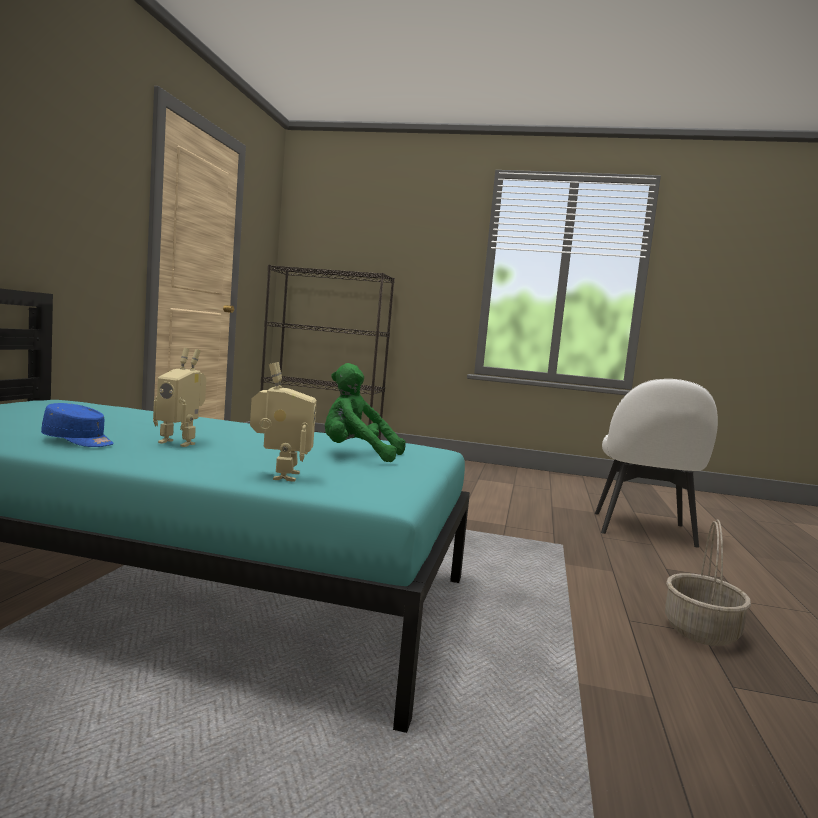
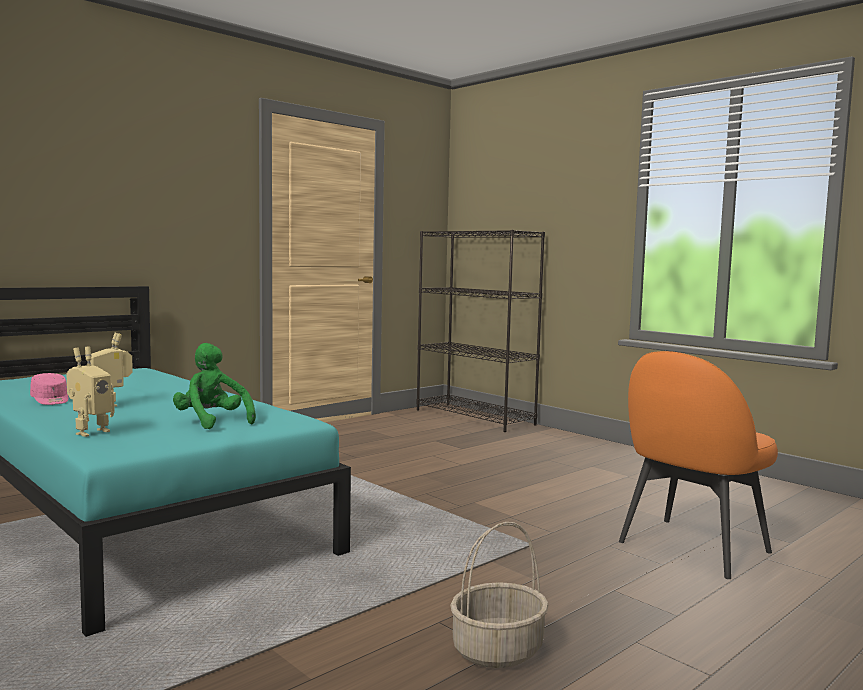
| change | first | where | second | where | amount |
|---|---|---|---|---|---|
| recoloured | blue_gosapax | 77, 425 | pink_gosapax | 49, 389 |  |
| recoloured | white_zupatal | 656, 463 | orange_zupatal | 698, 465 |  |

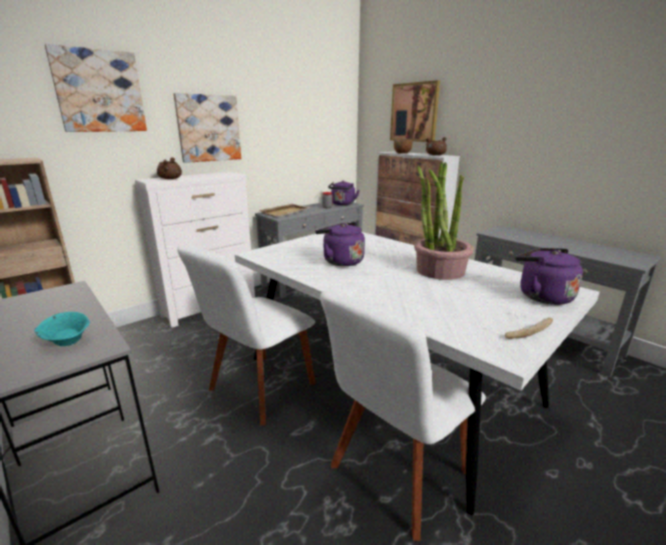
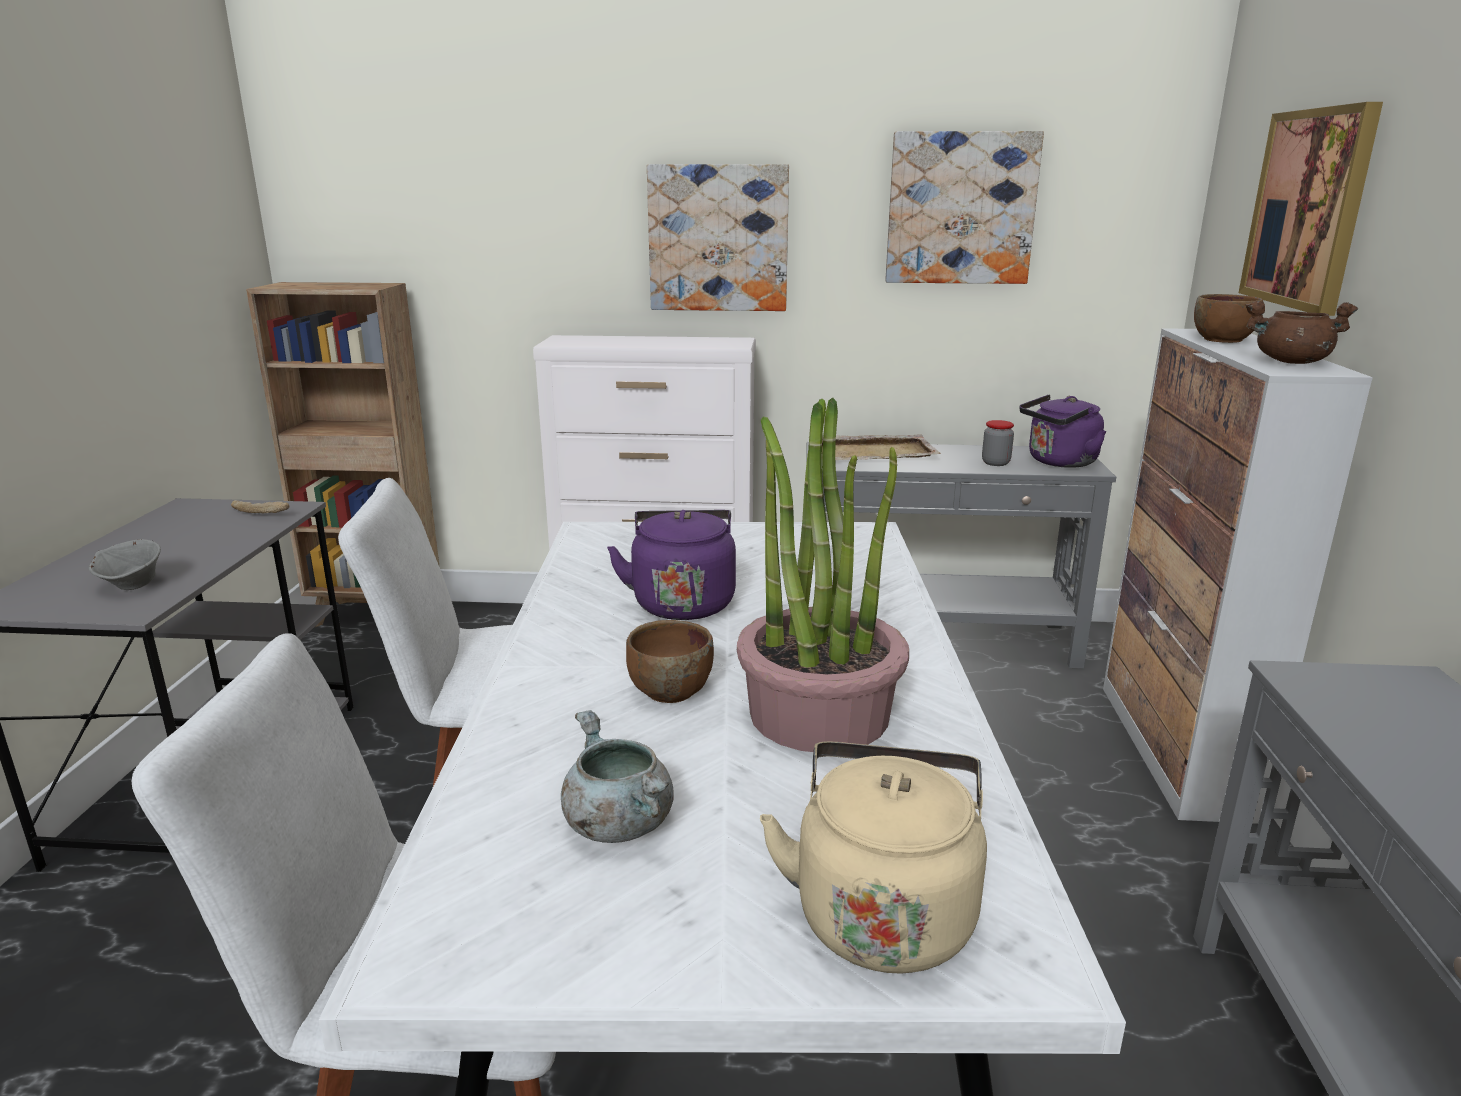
| change | first | where | second | where | amount |
|---|---|---|---|---|---|
| removed | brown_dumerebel | 169, 168 |  |  |  |
| added |  |  | grey_dumerebel | 617, 776 |  |
| added |  |  | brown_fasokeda | 670, 661 |  |
| moved | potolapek | 96, 88 |  | 965, 207 |  |
| moved | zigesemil | 529, 328 |  | 260, 506 |  |
| recoloured | turquoise_fasokeda | 62, 329 | grey_fasokeda | 125, 564 |  |
| recoloured | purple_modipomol | 549, 276 | beige_modipomol | 873, 857 |  |

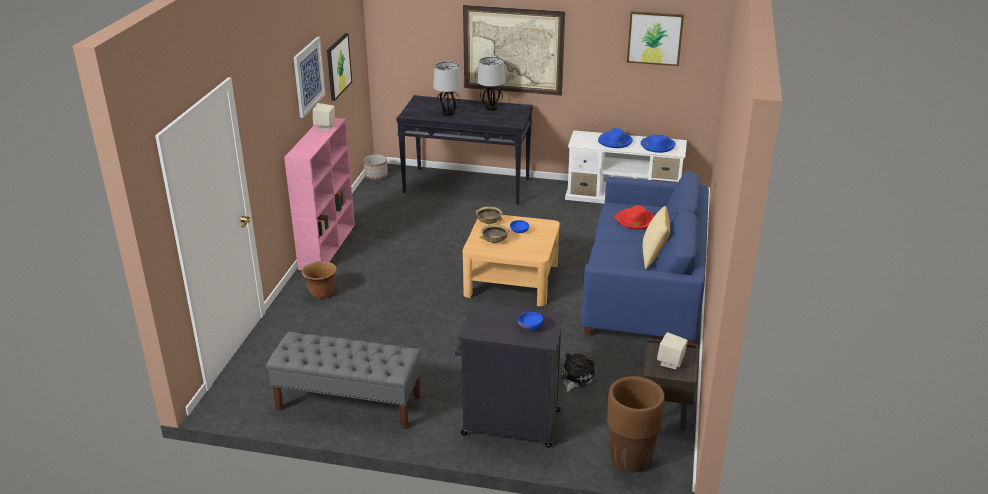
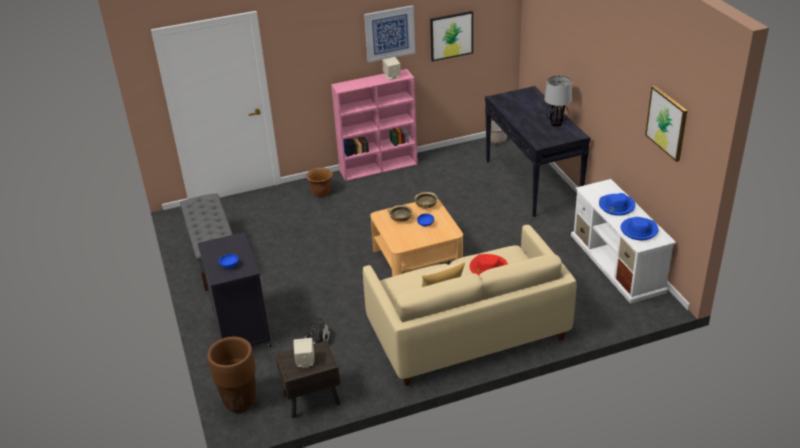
| change | first | where | second | where | amount |
|---|---|---|---|---|---|
| removed | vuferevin | 447, 89 |  |  |  |
| removed | potolapek | 514, 50 |  |  |  |
| recoloured | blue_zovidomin | 645, 257 | beige_zovidomin | 470, 305 |  |

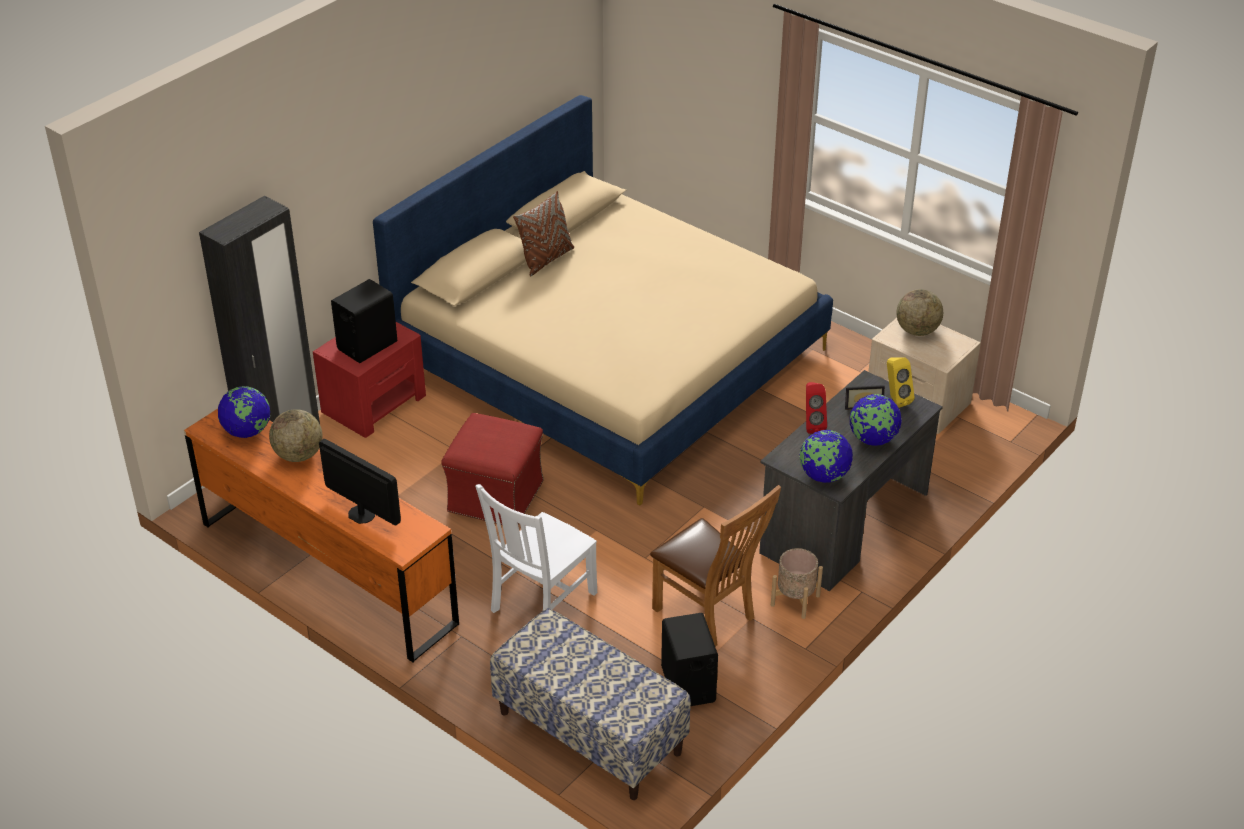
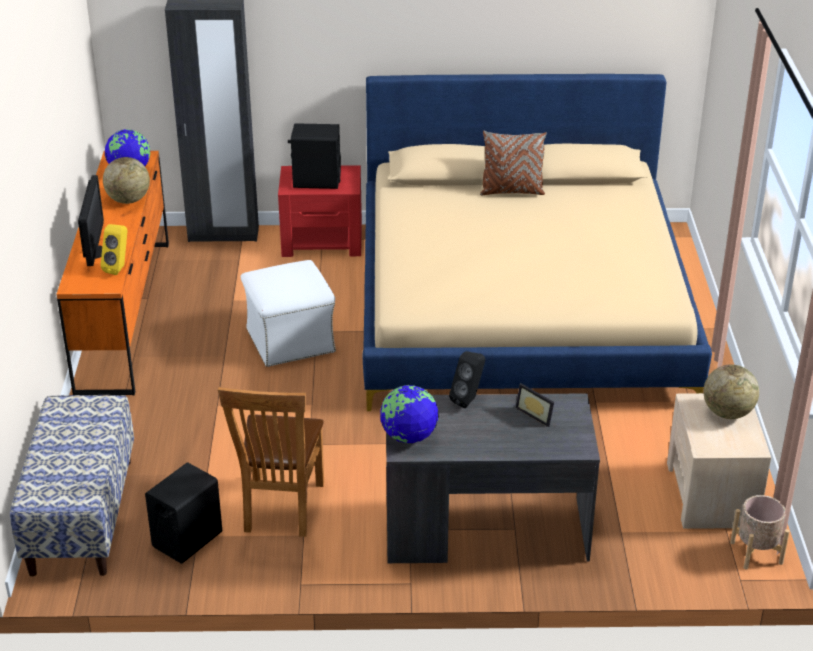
| change | first | where | second | where | amount |
|---|---|---|---|---|---|
| removed | white_zupatal | 536, 548 |  |  |  |
| removed | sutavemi | 876, 420 |  |  |  |
| moved | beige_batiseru | 797, 583 |  | 760, 532 |  |
| moved | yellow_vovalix | 901, 382 |  | 114, 249 |  |
| recoloured | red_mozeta | 492, 469 | white_mozeta | 288, 313 |  |
| recoloured | red_vovalix | 816, 408 | black_vovalix | 467, 379 |  |

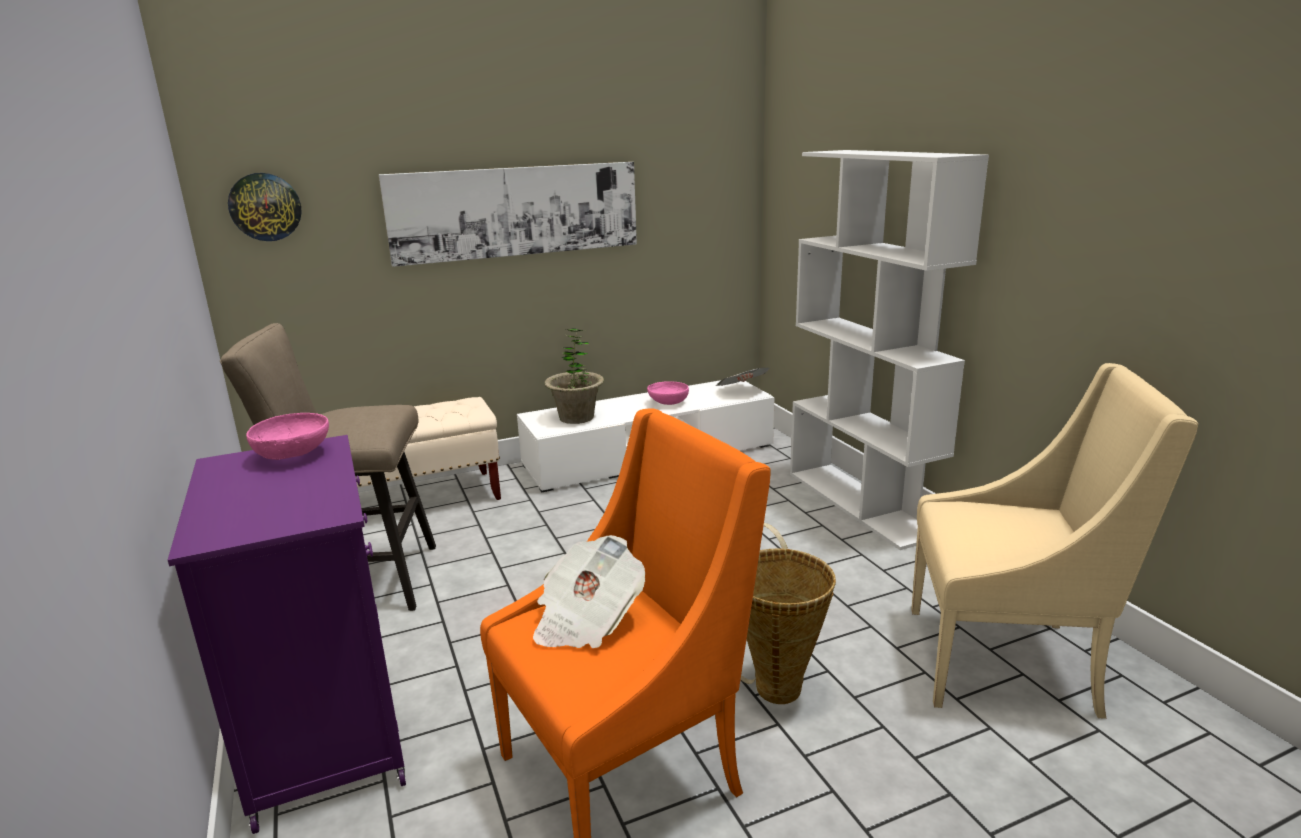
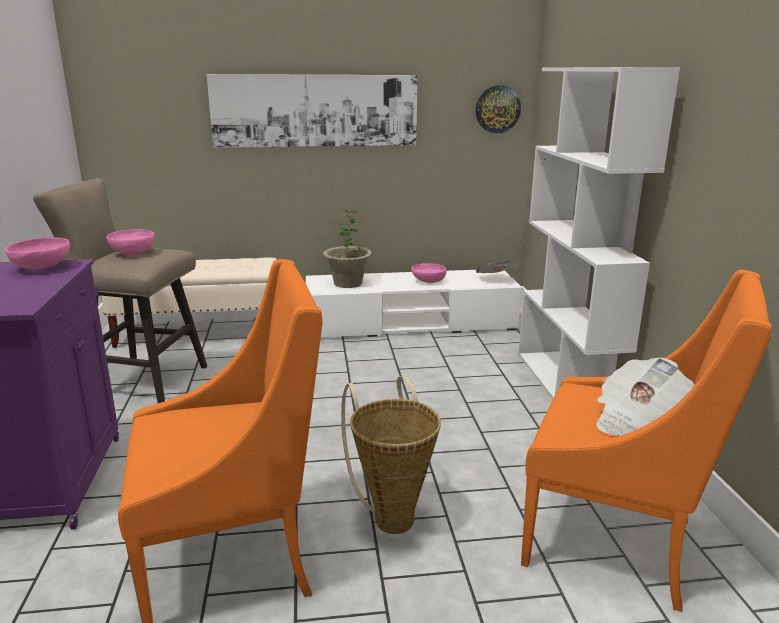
| change | first | where | second | where | amount |
|---|---|---|---|---|---|
| added |  |  | pink_fasokeda | 130, 242 |  |
| moved | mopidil | 265, 207 |  | 498, 109 |  |
| moved | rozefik | 589, 591 |  | 645, 397 |  |
| recoloured | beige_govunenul | 1054, 541 | orange_govunenul | 646, 441 |  |

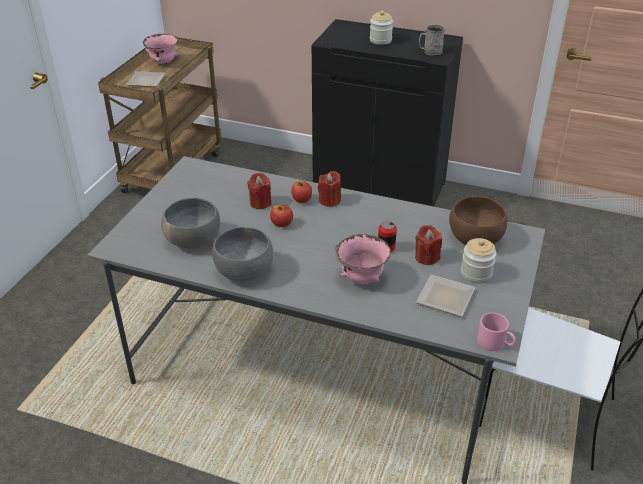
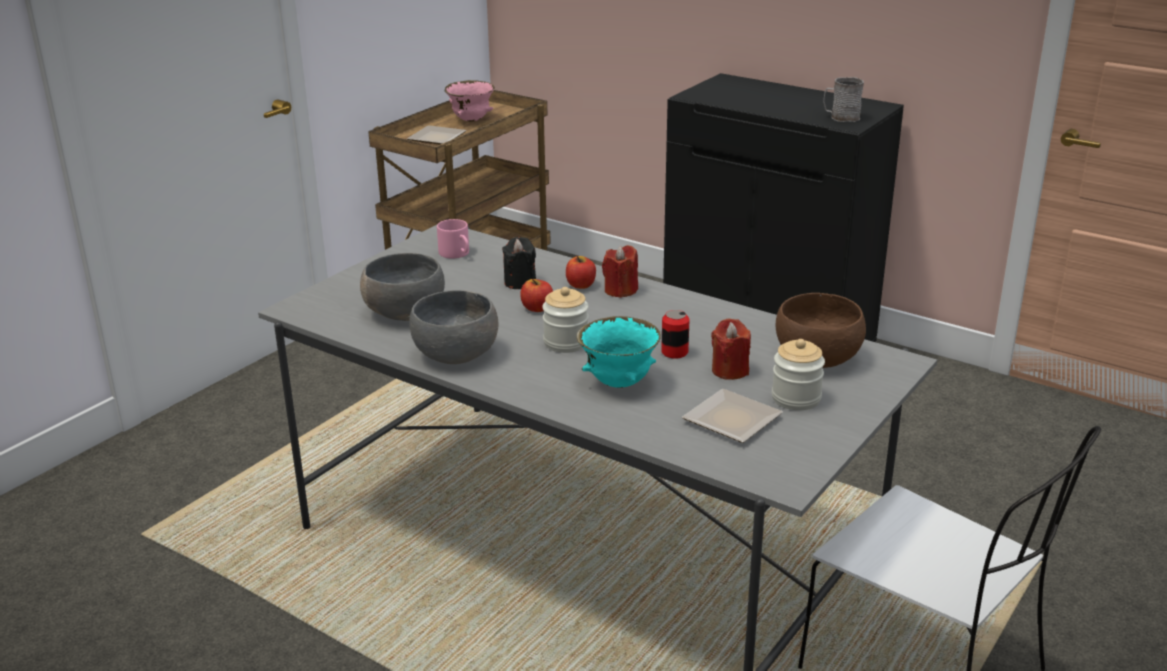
| change | first | where | second | where | amount |
|---|---|---|---|---|---|
| moved | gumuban | 381, 28 |  | 565, 320 |  |
| moved | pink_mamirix | 496, 332 |  | 453, 238 |  |
| recoloured | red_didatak | 259, 191 | black_didatak | 519, 263 |  |
| recoloured | pink_fasokeda | 363, 259 | turquoise_fasokeda | 618, 352 |  |

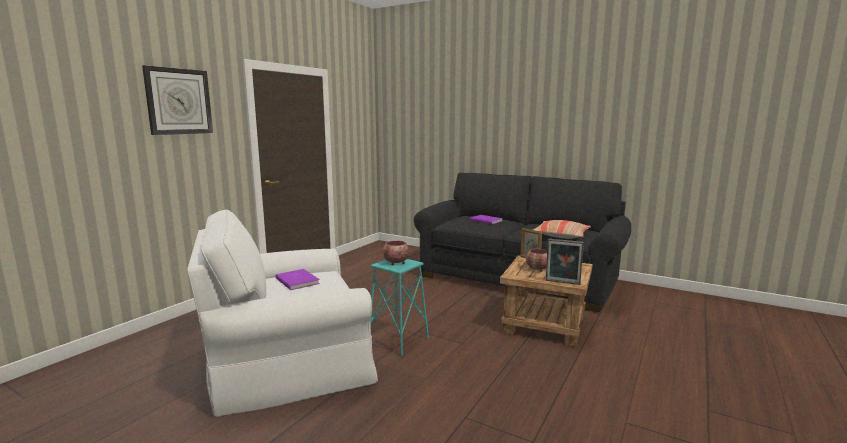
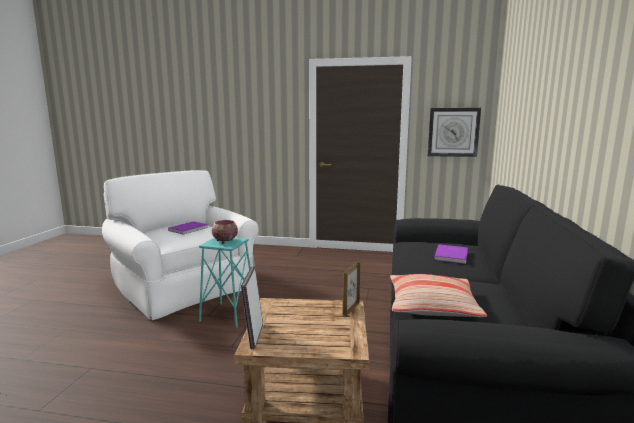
| change | first | where | second | where | amount |
|---|---|---|---|---|---|
| removed | fasokeda | 536, 260 |  |  |  |
| moved | mopidil | 177, 100 |  | 454, 132 |  |

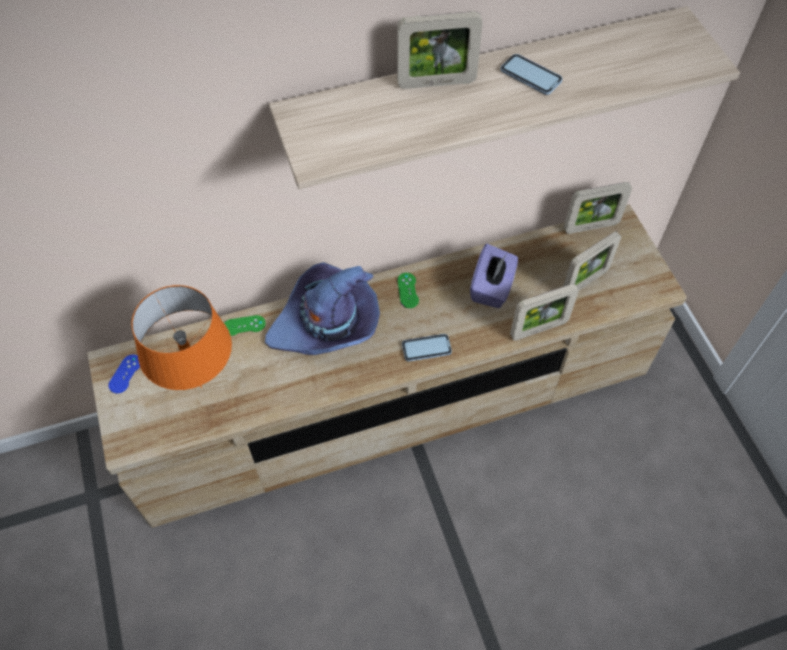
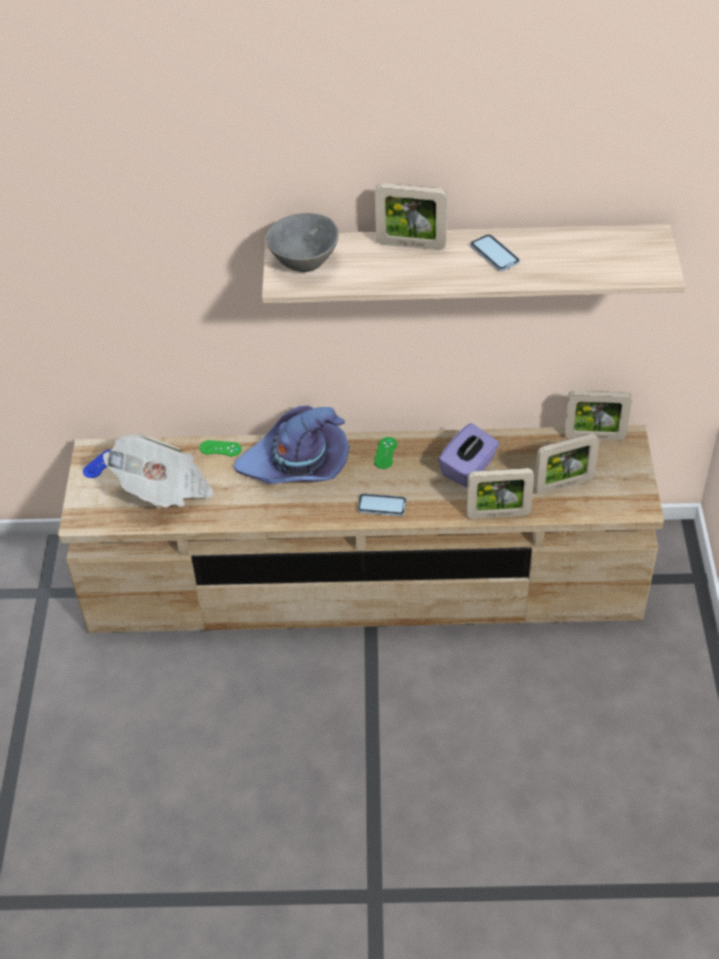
| change | first | where | second | where | amount |
|---|---|---|---|---|---|
| added |  |  | grey_fasokeda | 302, 242 |  |
| replaced | orange_vuferevin | 181, 337 | rozefik | 158, 470 |  |

